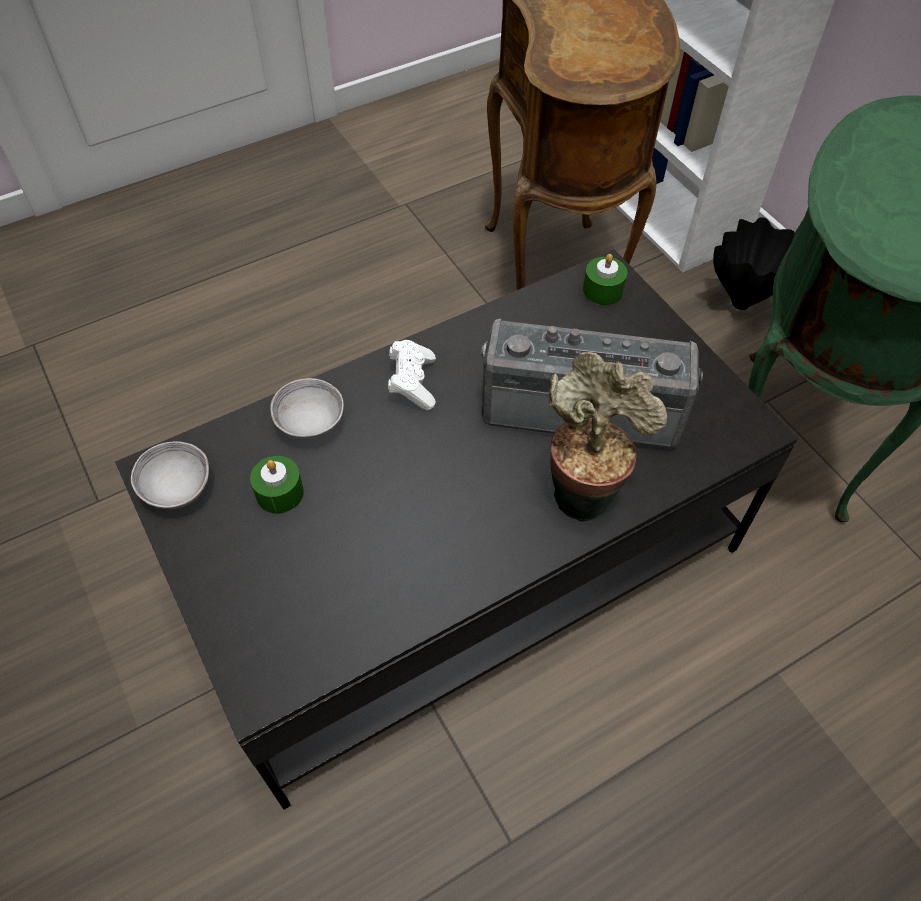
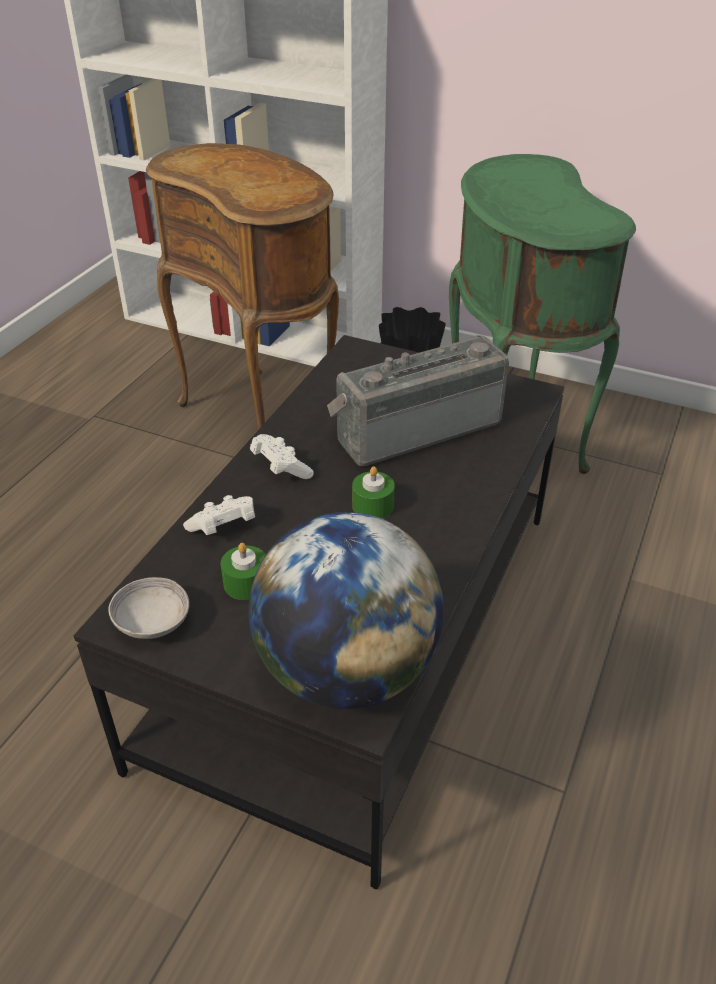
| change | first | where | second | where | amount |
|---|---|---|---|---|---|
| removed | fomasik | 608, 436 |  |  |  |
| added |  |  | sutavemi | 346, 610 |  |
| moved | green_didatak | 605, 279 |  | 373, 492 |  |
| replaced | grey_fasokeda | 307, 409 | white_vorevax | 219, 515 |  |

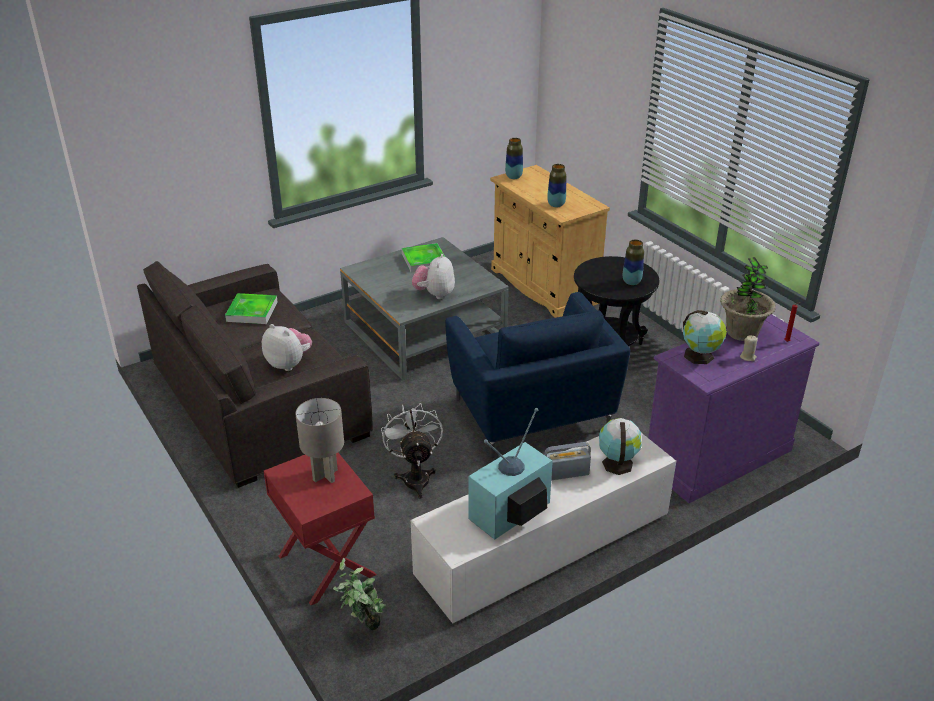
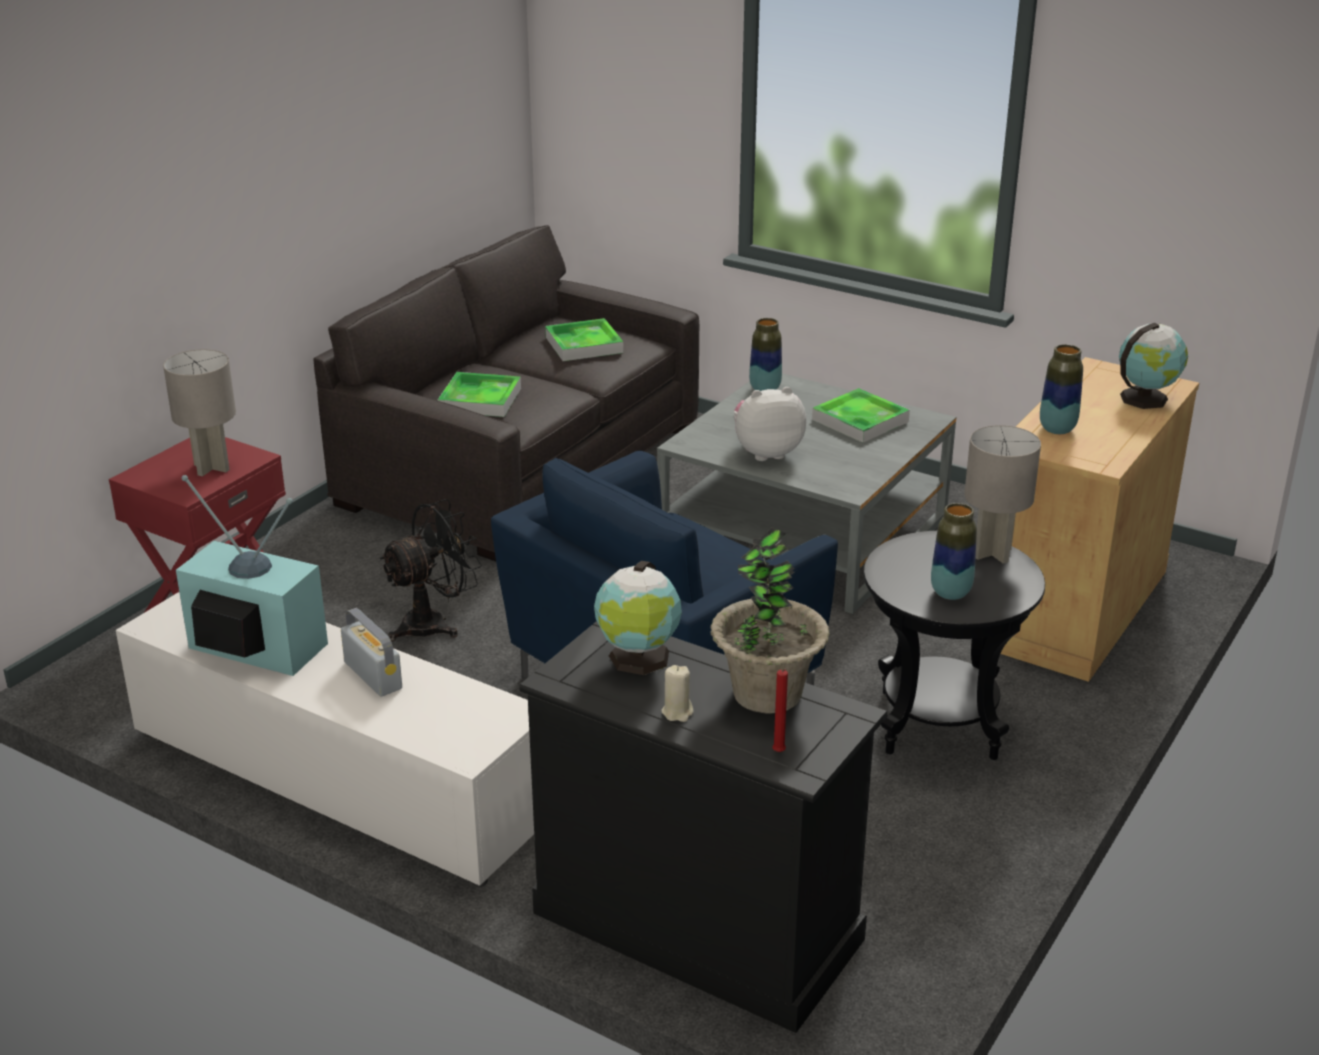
| change | first | where | second | where | amount |
|---|---|---|---|---|---|
| removed | fomasik | 359, 594 |  |  |  |
| added |  |  | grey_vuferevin | 1002, 494 |  |
| moved | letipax | 514, 158 |  | 765, 354 |  |
| moved | sutavemi | 620, 446 |  | 1153, 366 |  |
| replaced | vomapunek | 287, 347 | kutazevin | 479, 394 |  |
| recoloured | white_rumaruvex | 412, 451 | black_rumaruvex | 430, 570 |  |
| recoloured | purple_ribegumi | 733, 408 | black_ribegumi | 703, 827 |  |

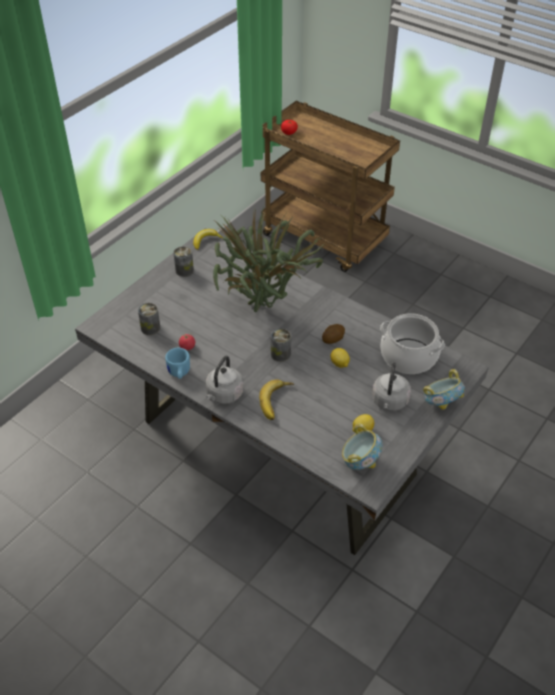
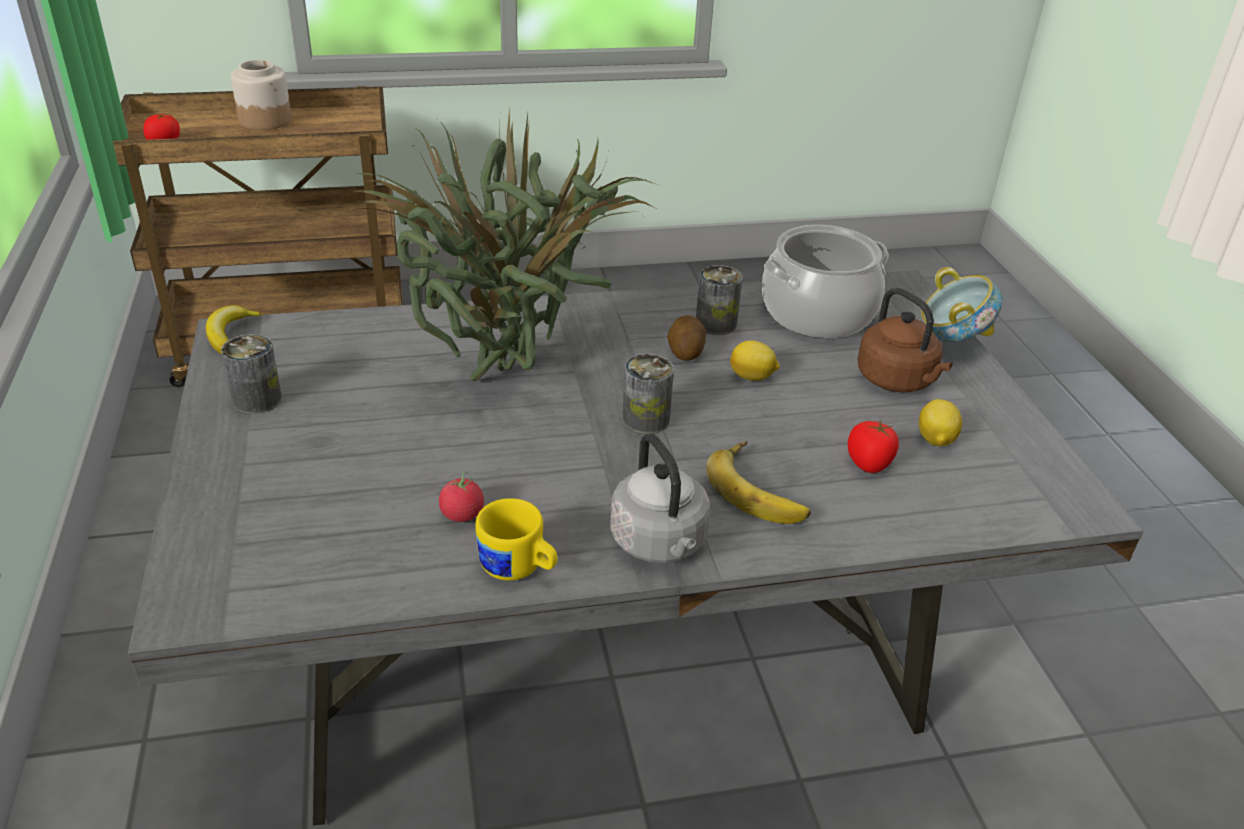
| change | first | where | second | where | amount |
|---|---|---|---|---|---|
| removed | fasokeda | 362, 447 |  |  |  |
| added |  |  | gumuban | 261, 95 |  |
| added |  |  | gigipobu | 873, 446 |  |
| moved | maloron | 149, 319 |  | 719, 300 |  |
| recoloured | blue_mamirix | 177, 363 | yellow_mamirix | 516, 539 |  |
| recoloured | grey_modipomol | 391, 386 | brown_modipomol | 905, 340 |  |

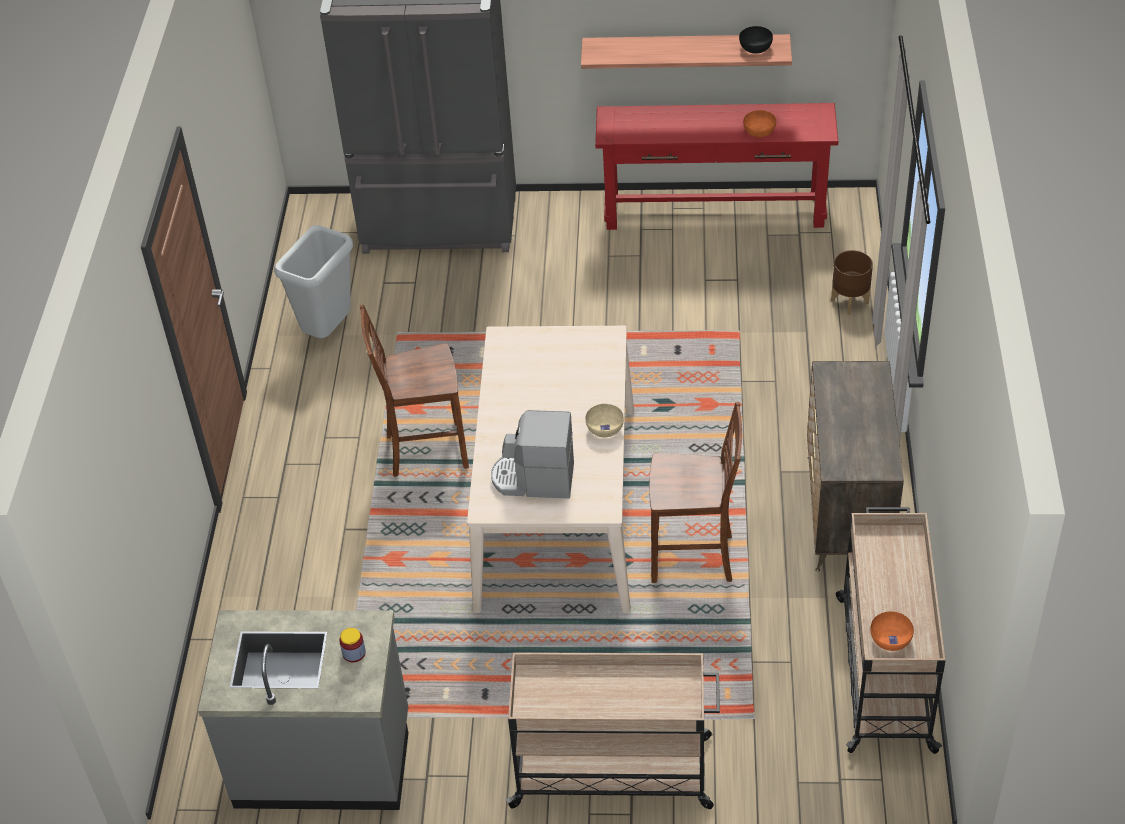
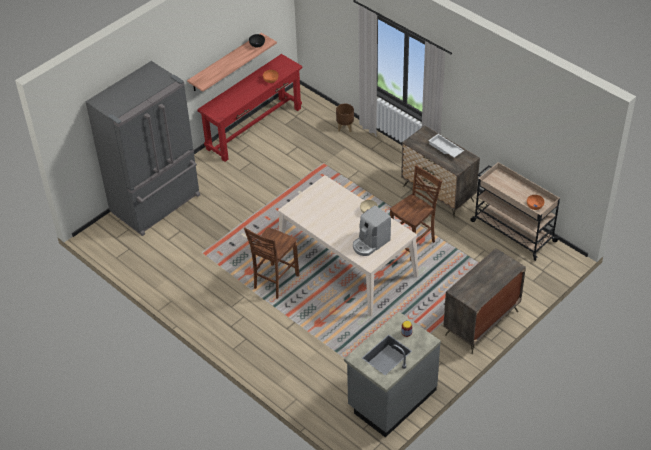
| change | first | where | second | where | amount |
|---|---|---|---|---|---|
| removed | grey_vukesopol | 313, 281 |  |  |  |
| added |  |  | white_kutazevin | 446, 146 |  |
| replaced | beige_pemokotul | 612, 731 | ribegumi | 484, 301 |  |

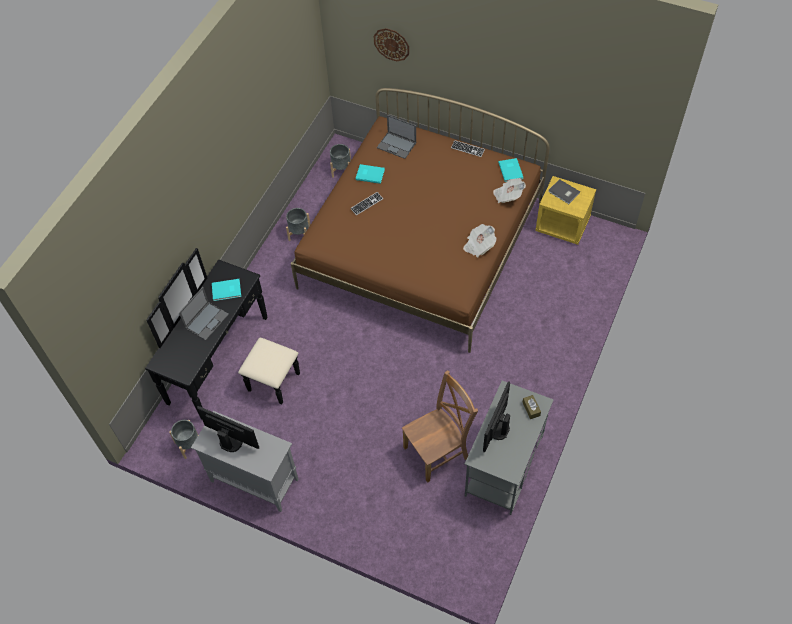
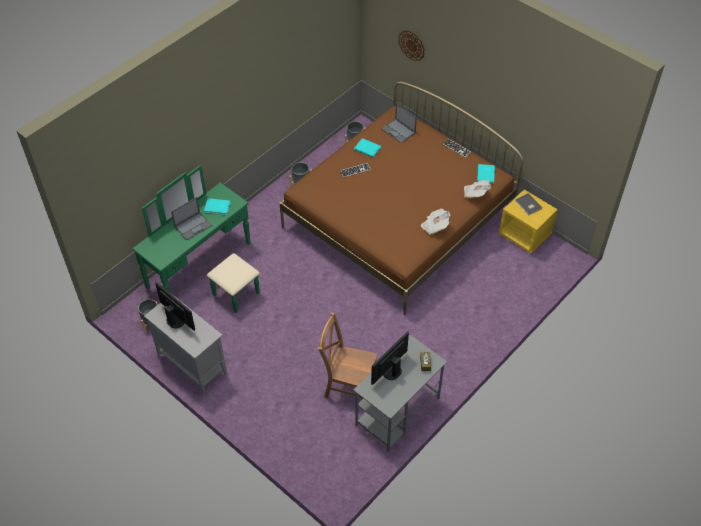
| change | first | where | second | where | amount |
|---|---|---|---|---|---|
| recoloured | black_ribegumi | 222, 333 | green_ribegumi | 196, 239 |  |
| turned | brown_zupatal | 440, 426 |  | 347, 355 | 150 degrees counterclockwise |

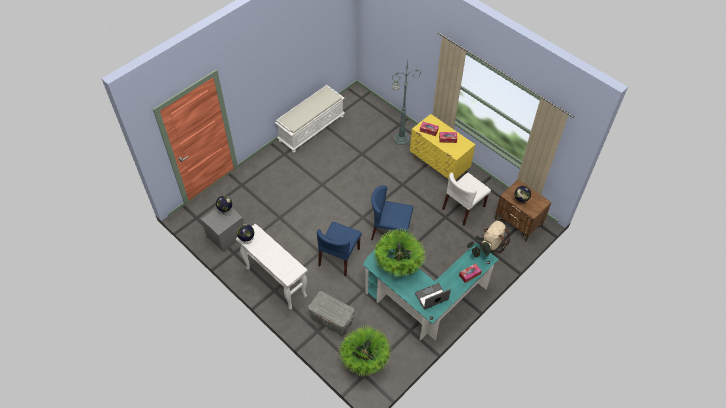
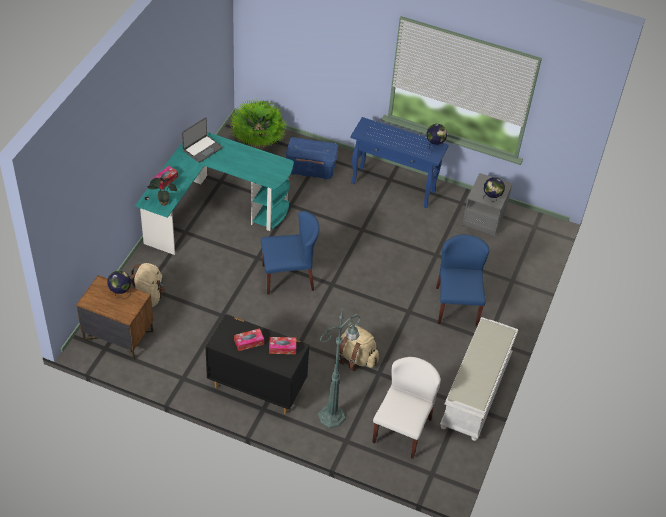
| change | first | where | second | where | amount |
|---|---|---|---|---|---|
| removed | fomasik | 400, 252 |  |  |  |
| added |  |  | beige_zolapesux | 359, 348 |  |
| moved | blue_zupatal | 339, 248 |  | 463, 280 |  |
| moved | white_zupatal | 466, 199 |  | 406, 408 |  |
| recoloured | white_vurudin | 272, 267 | blue_vurudin | 399, 162 |  |
| recoloured | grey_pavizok | 331, 313 | blue_pavizok | 312, 158 |  |
| recoloured | yellow_ribegumi | 442, 147 | black_ribegumi | 257, 364 |  |

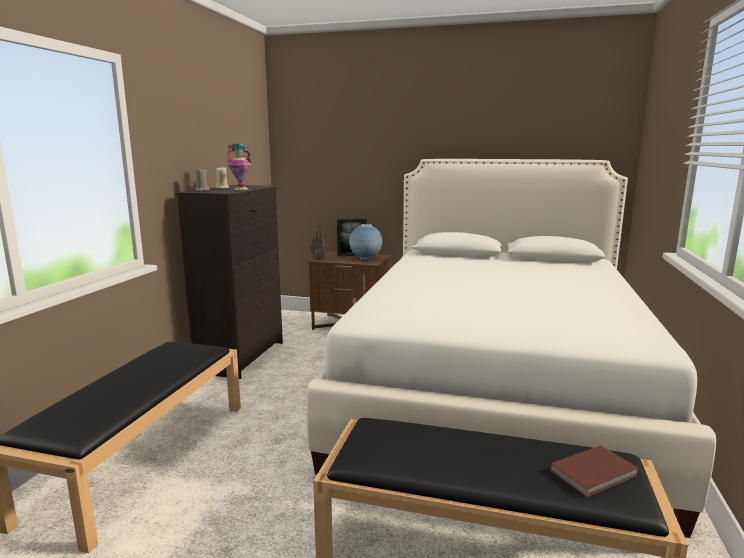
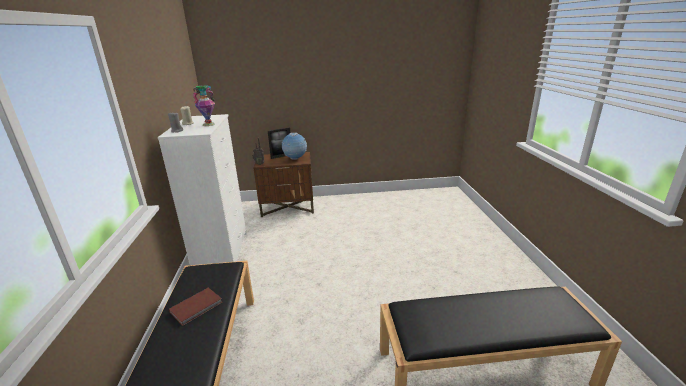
| change | first | where | second | where | amount |
|---|---|---|---|---|---|
| removed | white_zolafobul | 511, 348 |  |  |  |
| moved | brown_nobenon | 594, 471 |  | 195, 307 |  |
| recoloured | black_ribegumi | 229, 282 | white_ribegumi | 202, 189 |  |

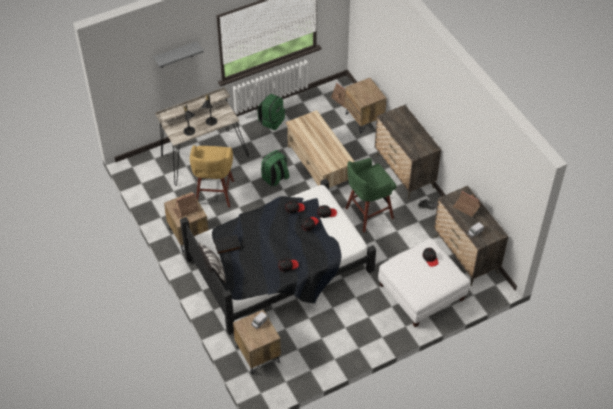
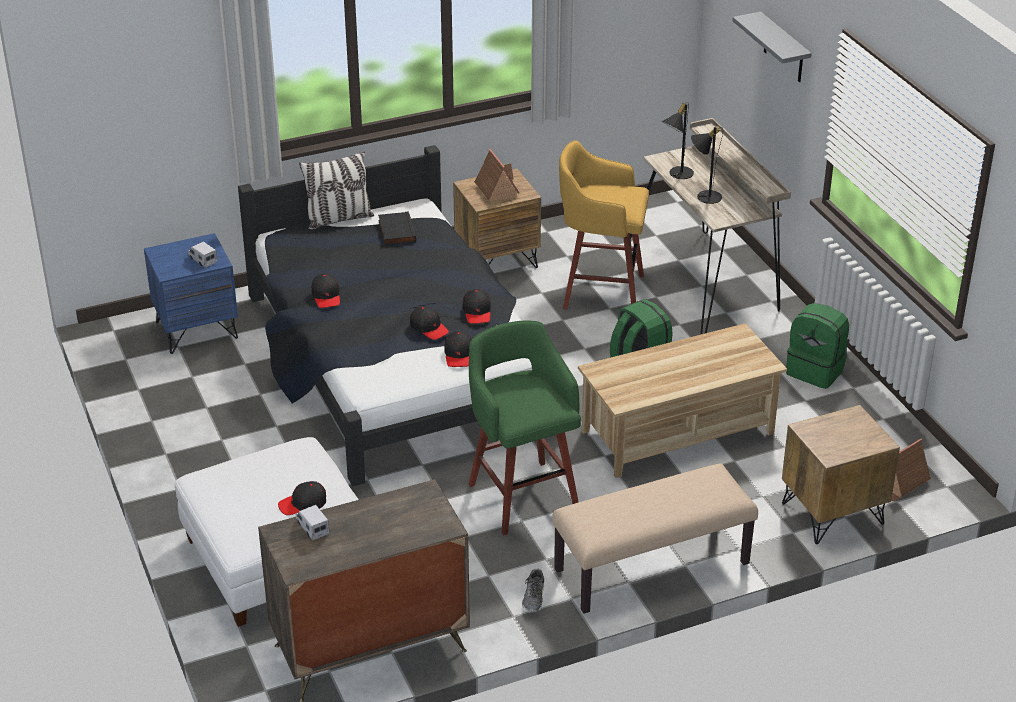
| change | first | where | second | where | amount |
|---|---|---|---|---|---|
| removed | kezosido | 467, 204 |  |  |  |
| replaced | ribegumi | 408, 152 | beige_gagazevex | 655, 538 |  |
| recoloured | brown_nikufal | 257, 342 | blue_nikufal | 191, 293 |  |

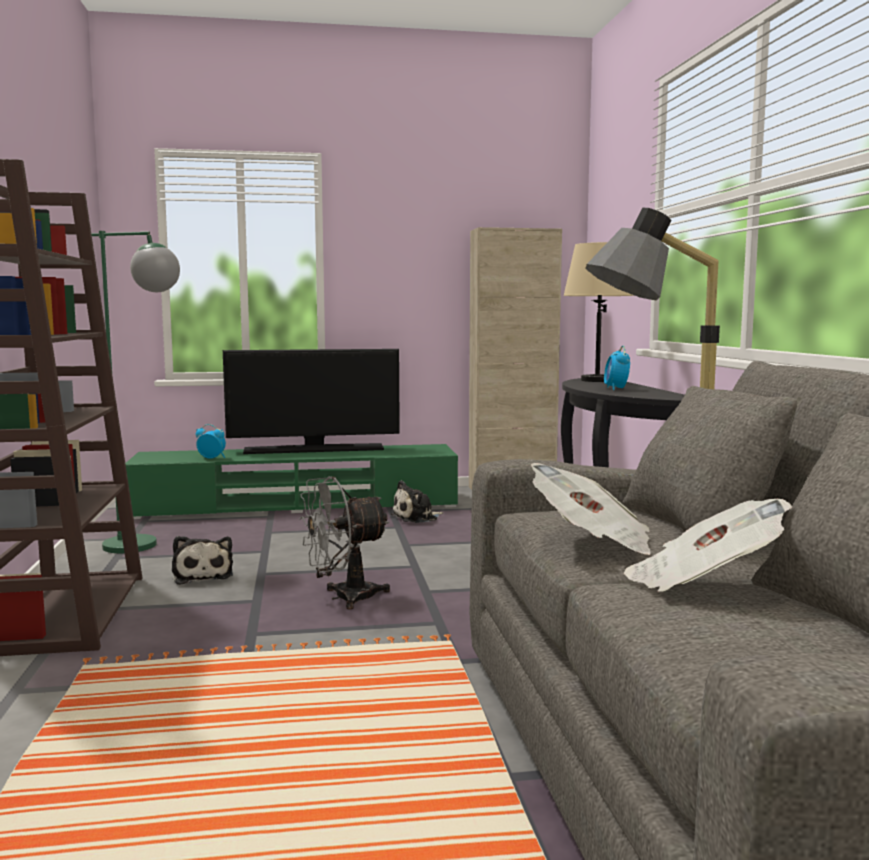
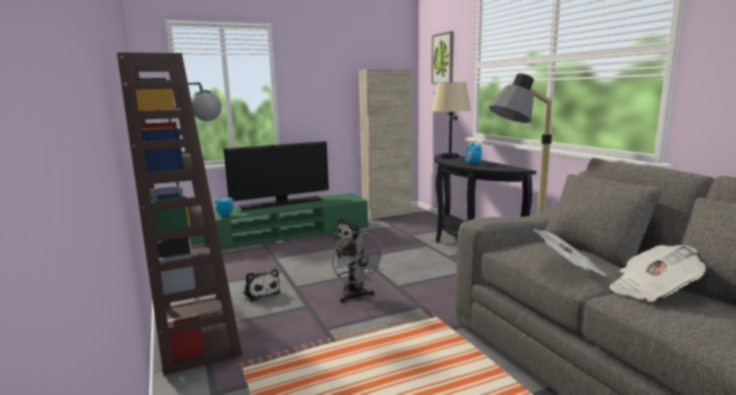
| change | first | where | second | where | amount |
|---|---|---|---|---|---|
| added |  |  | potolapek | 442, 57 |  |
| turned | grey_rumaruvex | 344, 543 |  | 359, 267 | 75 degrees counterclockwise |

